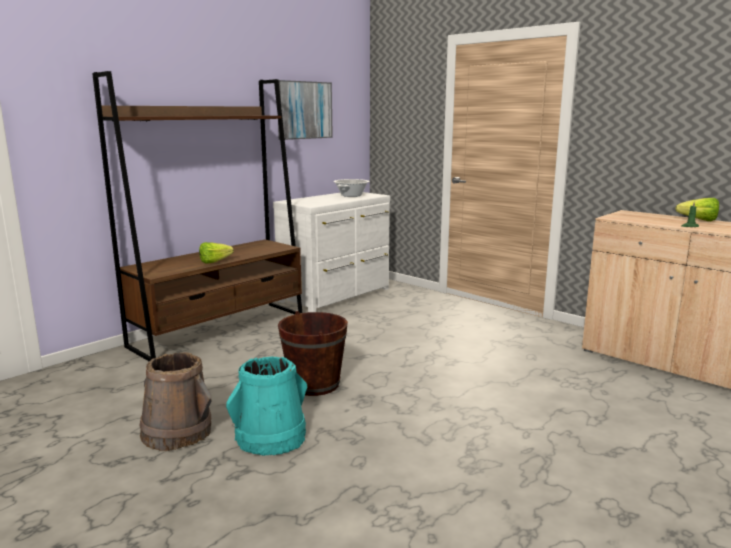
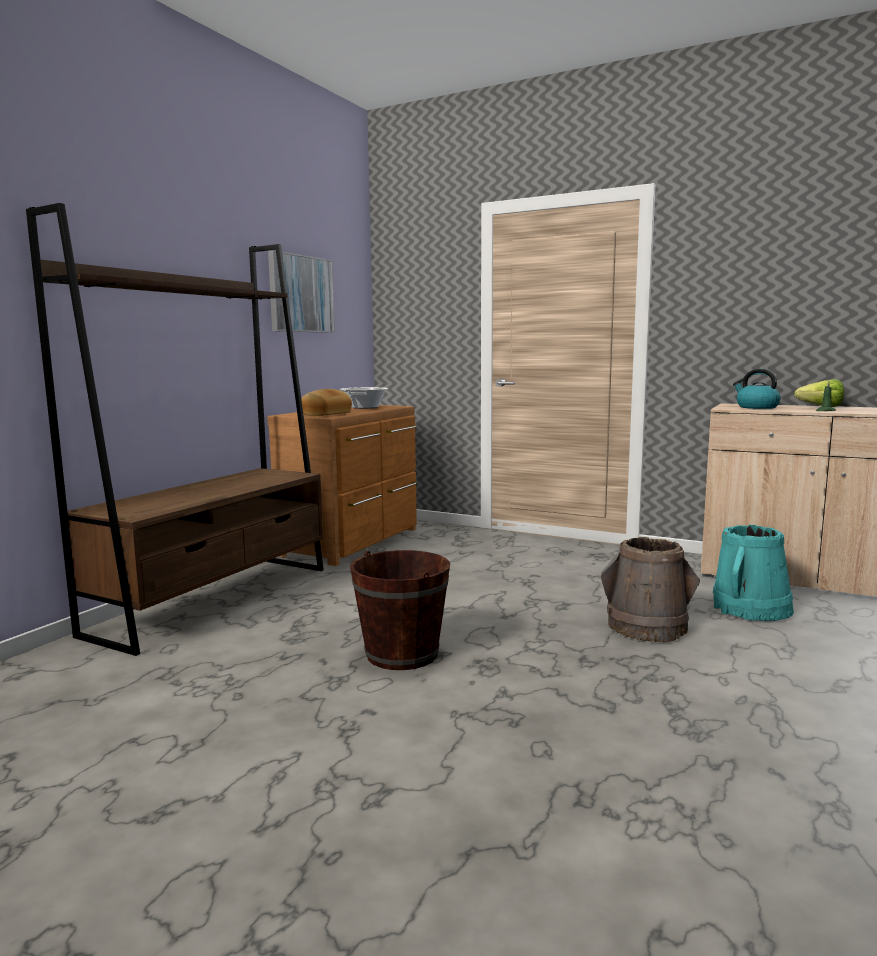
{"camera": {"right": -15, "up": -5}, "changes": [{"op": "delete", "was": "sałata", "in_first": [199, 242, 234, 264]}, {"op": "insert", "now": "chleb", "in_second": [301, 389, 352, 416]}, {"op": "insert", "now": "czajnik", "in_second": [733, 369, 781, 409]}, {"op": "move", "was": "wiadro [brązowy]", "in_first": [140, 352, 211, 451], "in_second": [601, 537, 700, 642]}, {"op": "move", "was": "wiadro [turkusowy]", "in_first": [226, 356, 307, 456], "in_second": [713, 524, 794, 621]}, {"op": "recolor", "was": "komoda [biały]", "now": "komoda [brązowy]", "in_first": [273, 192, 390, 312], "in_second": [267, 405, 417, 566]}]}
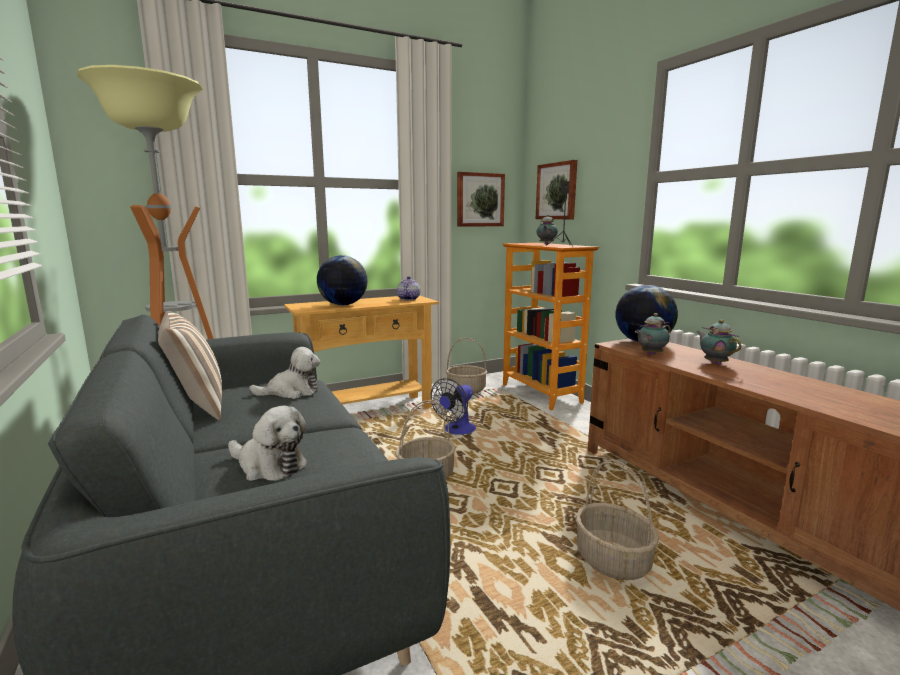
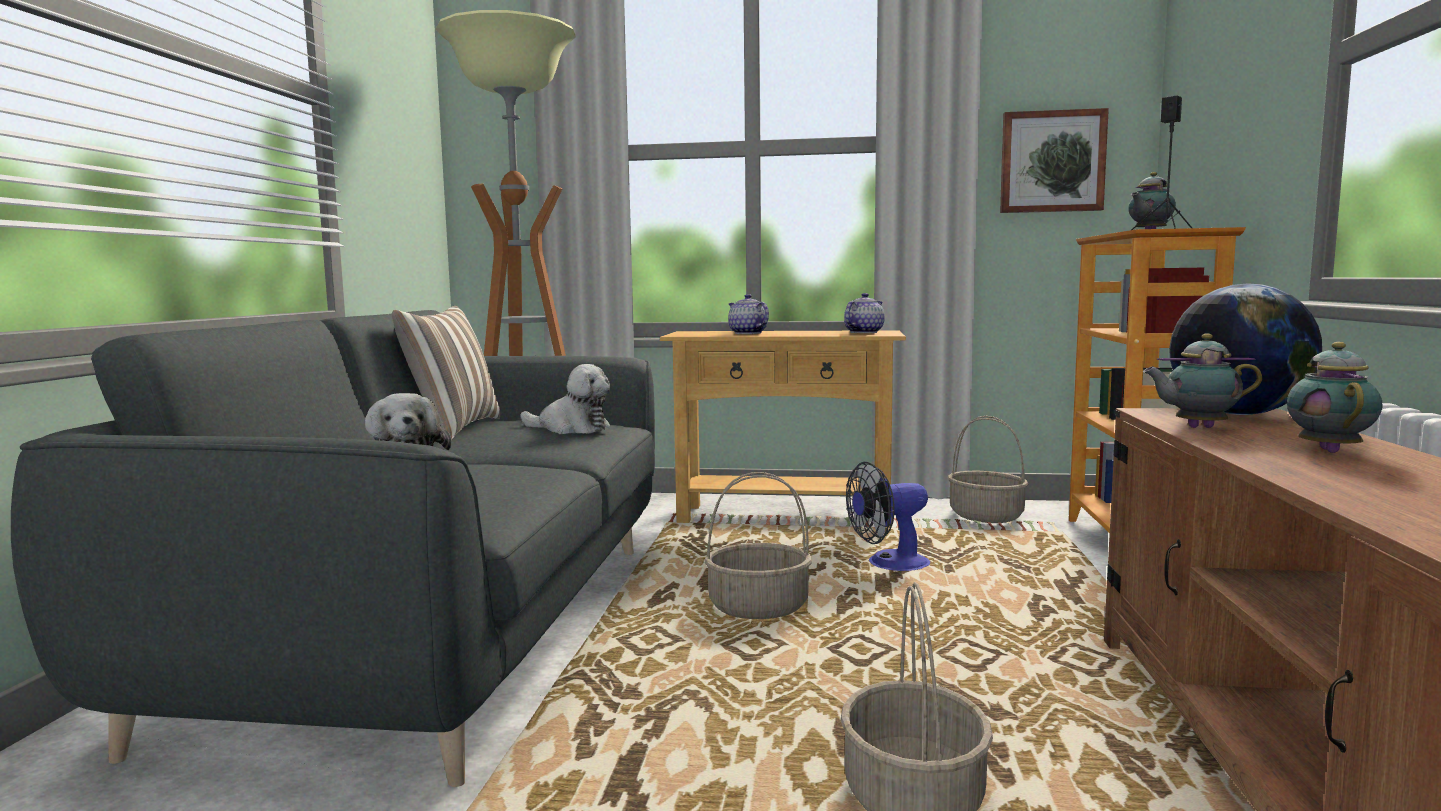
{"camera": {"right": 35, "up": -5}, "changes": [{"op": "delete", "was": "obraz", "in_first": [536, 160, 577, 219]}, {"op": "replace", "was": "globus", "now": "imbryk", "in_first": [317, 255, 368, 306], "in_second": [728, 294, 769, 334]}]}
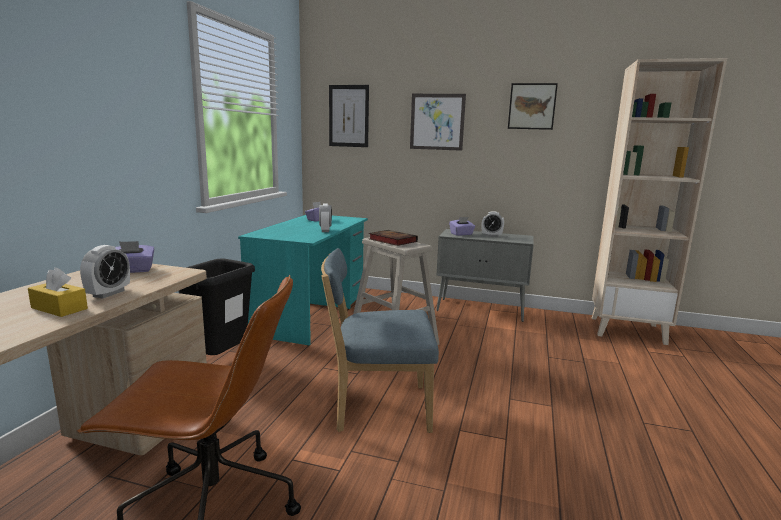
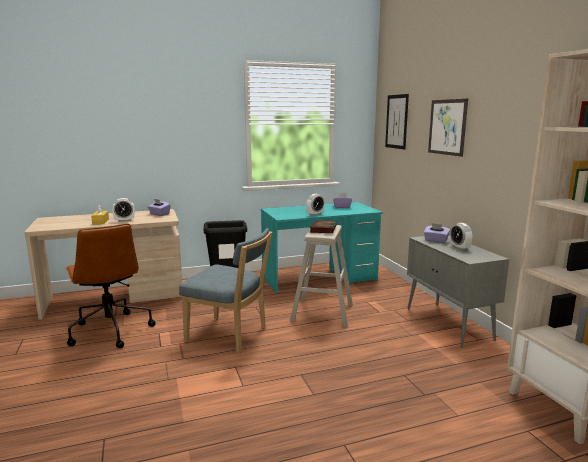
{"camera": {"right": 55, "up": 0}, "changes": [{"op": "delete", "was": "obraz", "in_first": [508, 83, 558, 130]}, {"op": "rotate", "was": "krzesło [niebieski]", "in_first": [321, 248, 439, 433], "in_second": [179, 228, 272, 353], "clockwise": 150}]}
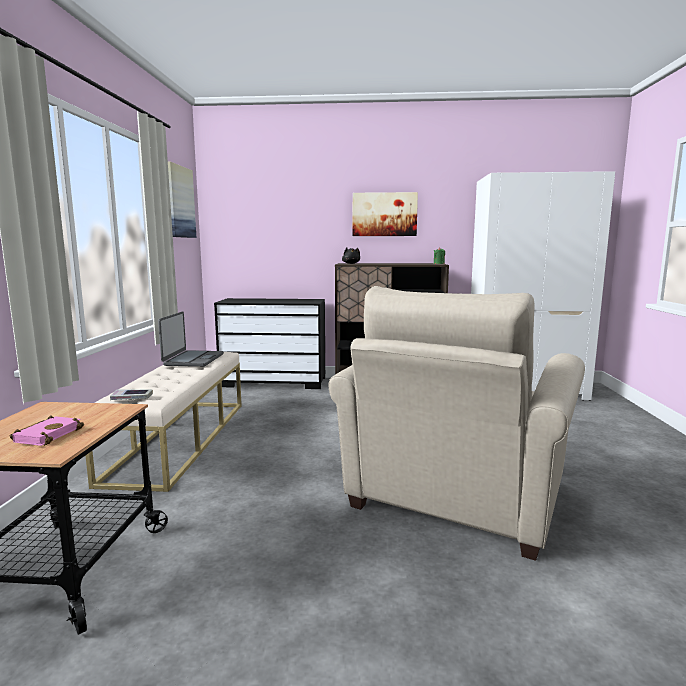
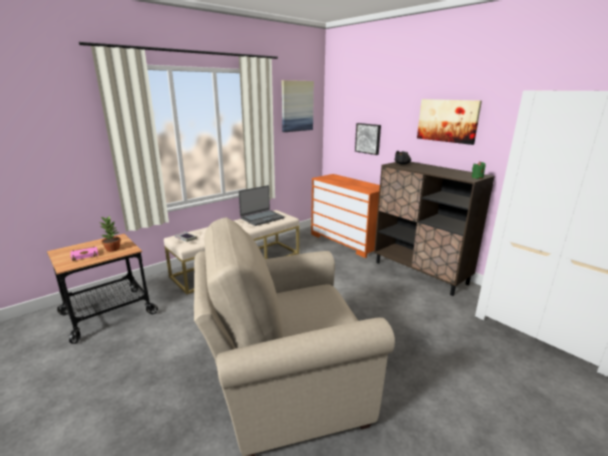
{"camera": {"right": 45, "up": 10}, "changes": [{"op": "insert", "now": "roślina doniczkowa", "in_second": [100, 216, 121, 252]}, {"op": "insert", "now": "obraz", "in_second": [355, 123, 381, 155]}, {"op": "recolor", "was": "komoda [czarny]", "now": "komoda [pomarańczowy]", "in_first": [214, 298, 325, 389], "in_second": [311, 174, 380, 258]}]}
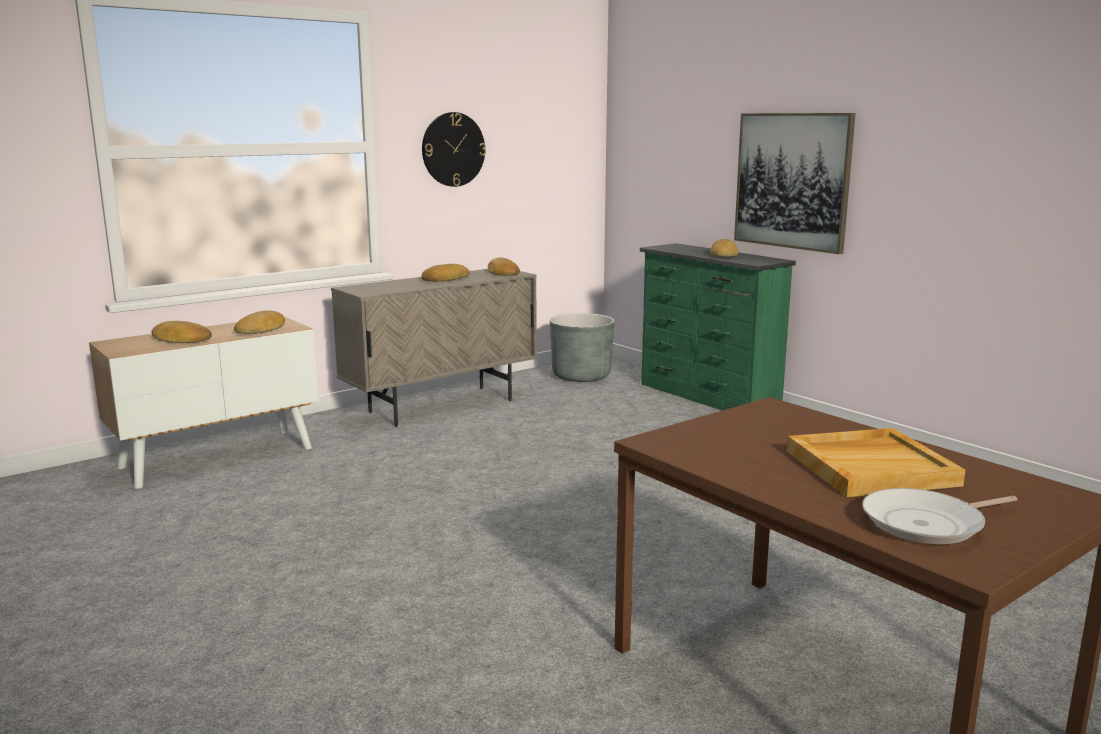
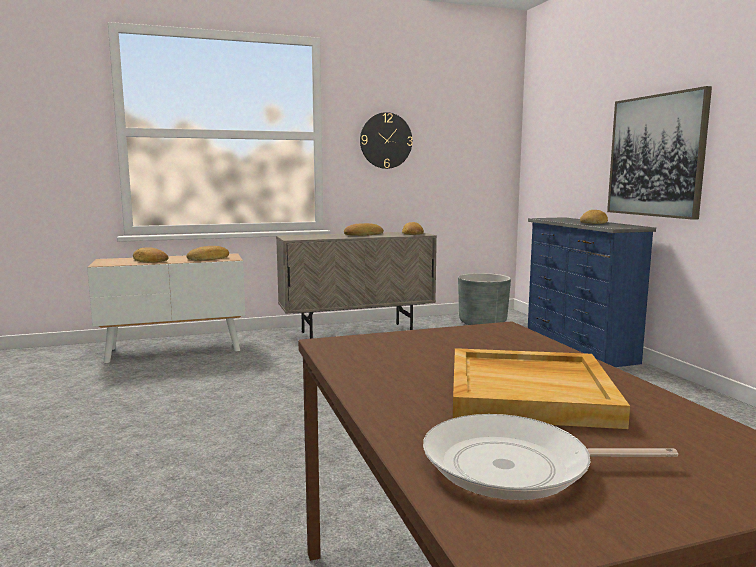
{"camera": {"right": 20, "up": -5}, "changes": [{"op": "recolor", "was": "komoda [zielony]", "now": "komoda [niebieski]", "in_first": [640, 243, 796, 410], "in_second": [528, 217, 656, 367]}]}
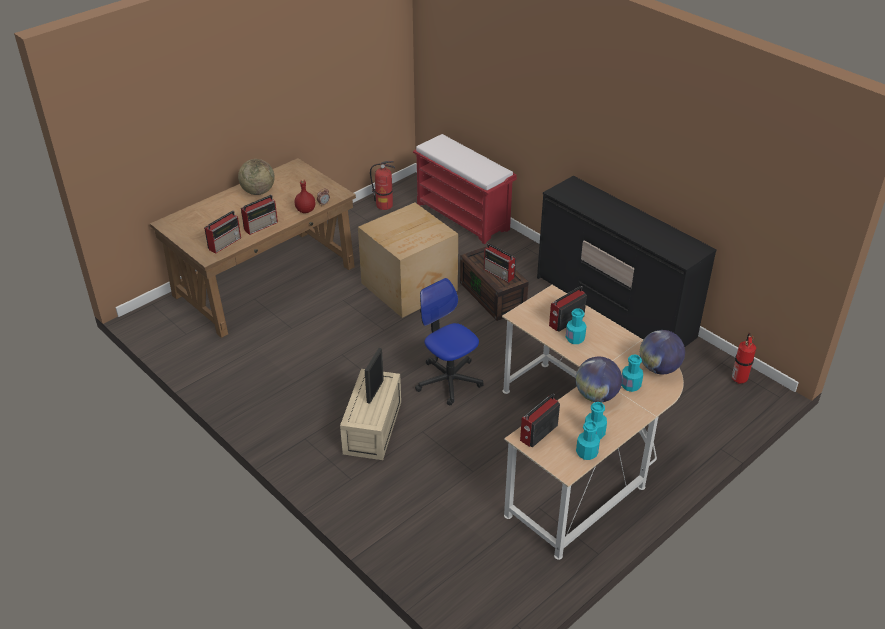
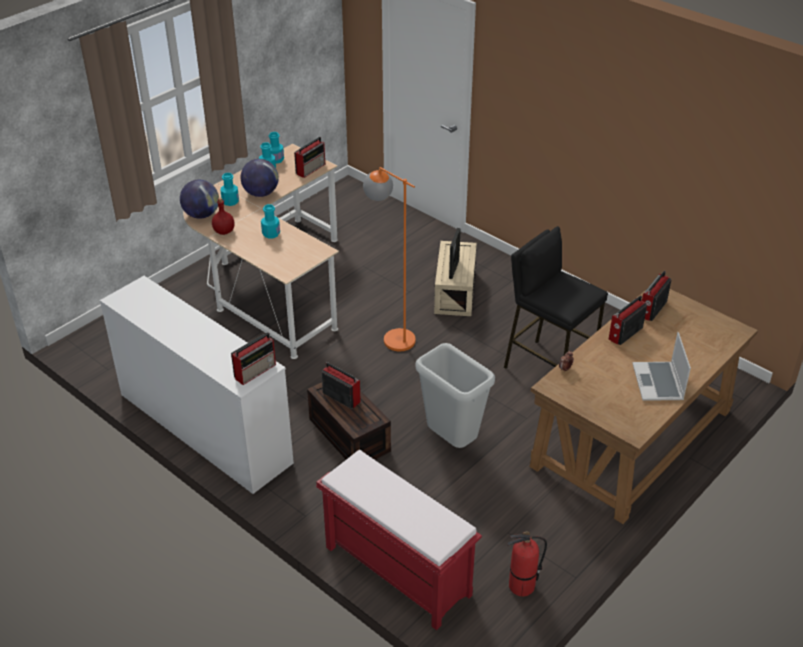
{"camera": {"right": 175, "up": 0}, "changes": [{"op": "delete", "was": "gaśnica", "in_first": [732, 333, 756, 384]}, {"op": "insert", "now": "stołek [czarny]", "in_second": [504, 226, 608, 368]}, {"op": "move", "was": "butelka [czerwony]", "in_first": [295, 179, 315, 213], "in_second": [212, 198, 235, 235]}, {"op": "move", "was": "radio", "in_first": [549, 286, 587, 332], "in_second": [231, 332, 276, 385]}, {"op": "replace", "was": "globus", "now": "laptop", "in_first": [238, 159, 275, 195], "in_second": [632, 332, 691, 401]}, {"op": "replace", "was": "karton", "now": "kosz na śmieci [szary]", "in_first": [358, 203, 458, 318], "in_second": [415, 343, 495, 448]}, {"op": "replace", "was": "krzesło biurowe", "now": "lampa stojąca [pomarańczowy]", "in_first": [415, 278, 484, 405], "in_second": [363, 167, 416, 351]}, {"op": "recolor", "was": "komoda [czarny]", "now": "komoda [biały]", "in_first": [537, 176, 717, 347], "in_second": [100, 276, 294, 494]}]}
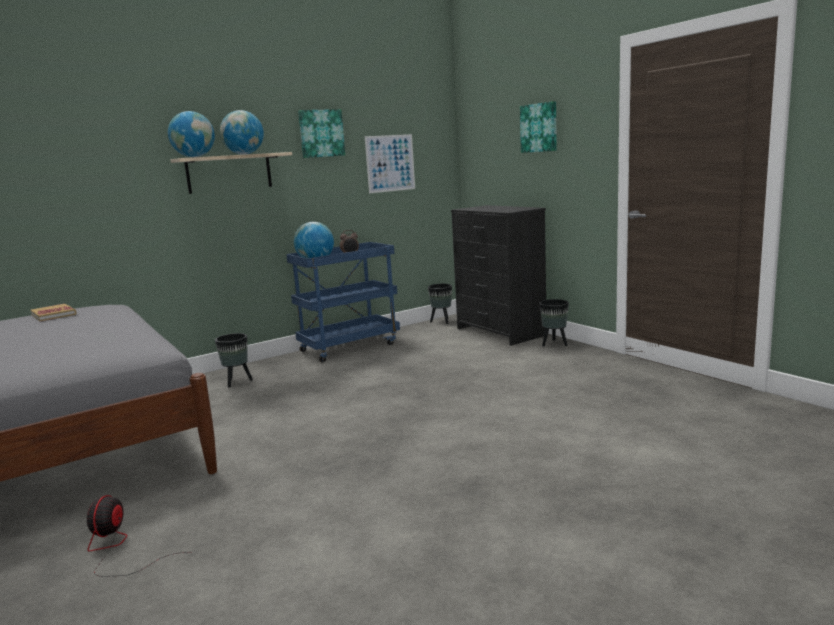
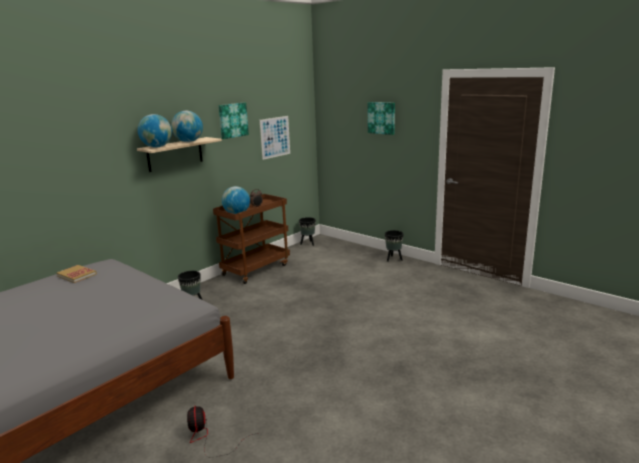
{"camera": {"right": -15, "up": 5}, "changes": [{"op": "delete", "was": "komoda [czarny]", "in_first": [451, 205, 546, 346]}, {"op": "recolor", "was": "wózek [niebieski]", "now": "wózek [brązowy]", "in_first": [286, 242, 400, 363], "in_second": [213, 194, 290, 284]}]}
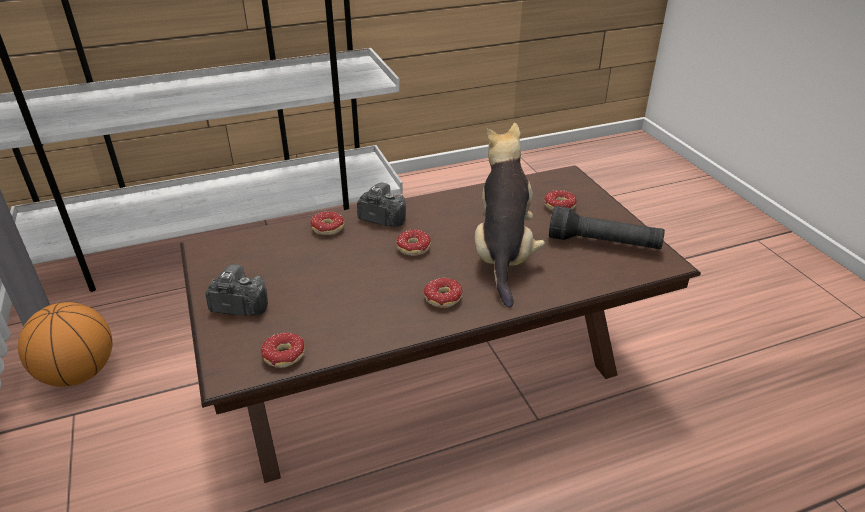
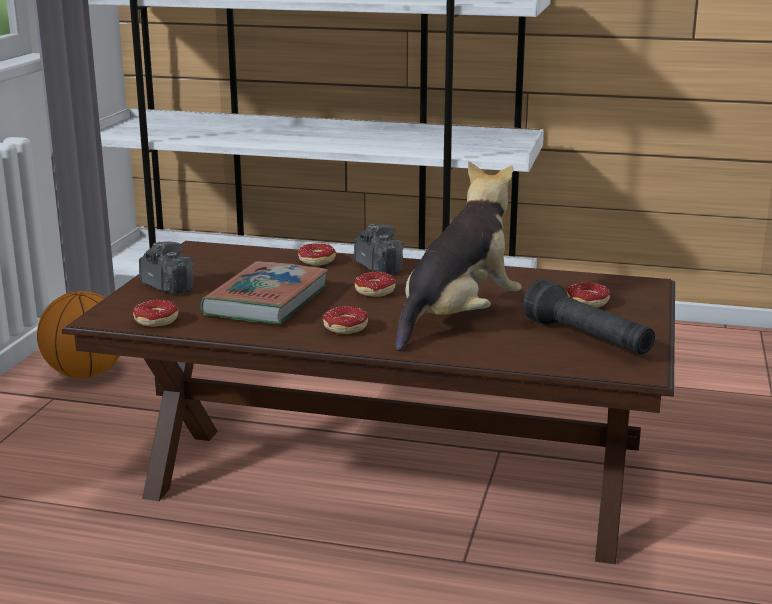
{"camera": {"right": 35, "up": -15}, "changes": [{"op": "insert", "now": "książka", "in_second": [200, 261, 329, 325]}]}
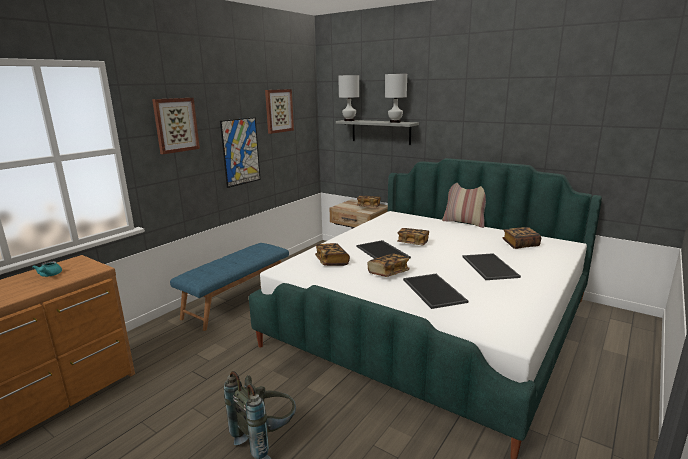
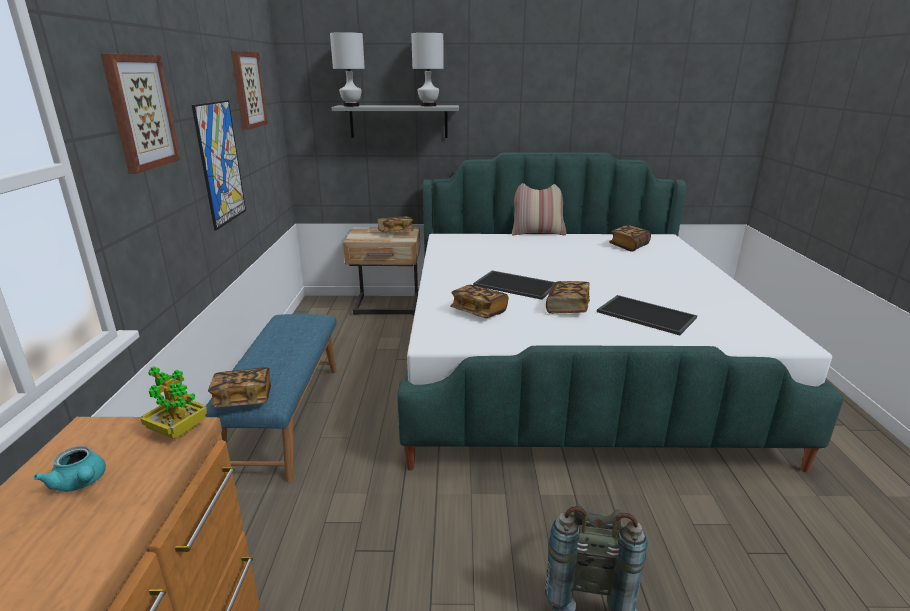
{"camera": {"right": -35, "up": 5}, "changes": [{"op": "delete", "was": "taca", "in_first": [463, 253, 521, 280]}, {"op": "insert", "now": "roślina doniczkowa", "in_second": [141, 366, 207, 439]}, {"op": "move", "was": "książka", "in_first": [397, 228, 429, 245], "in_second": [208, 368, 271, 407]}]}
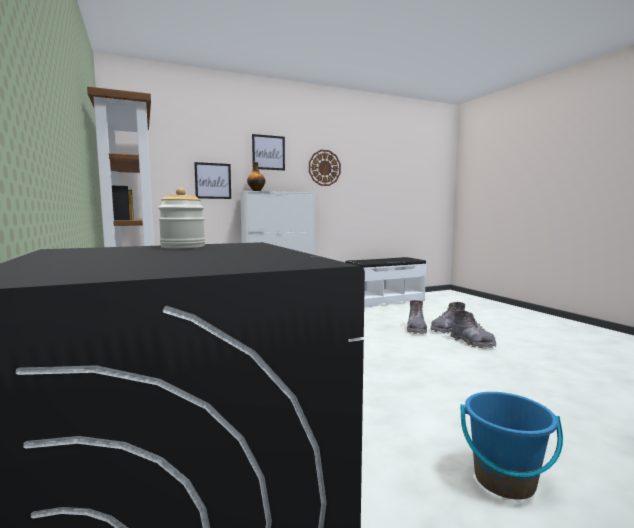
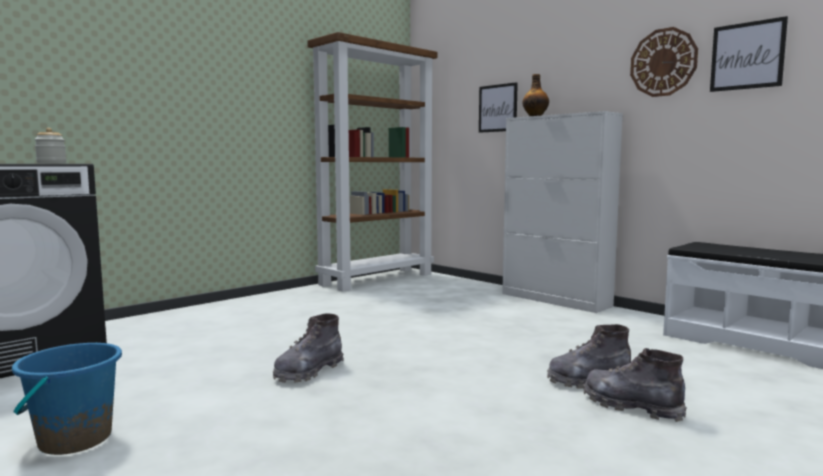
{"camera": {"right": 70, "up": 0}, "changes": [{"op": "move", "was": "obraz", "in_first": [252, 134, 285, 170], "in_second": [710, 16, 788, 92]}, {"op": "move", "was": "but z cholewką [szary]", "in_first": [450, 310, 497, 348], "in_second": [273, 313, 344, 383]}]}
